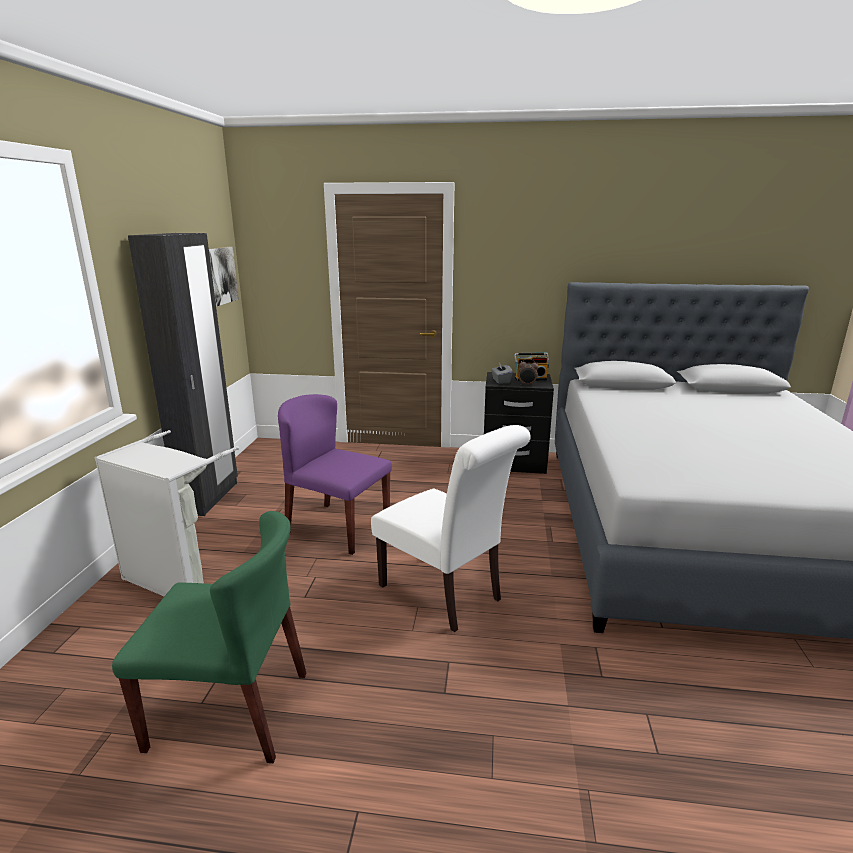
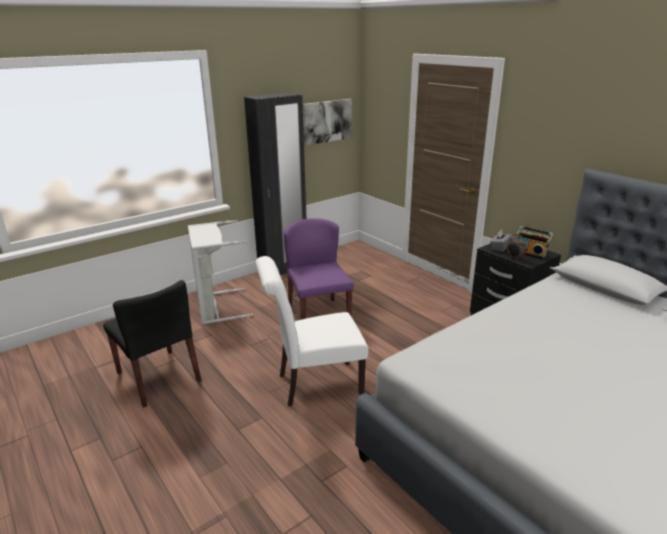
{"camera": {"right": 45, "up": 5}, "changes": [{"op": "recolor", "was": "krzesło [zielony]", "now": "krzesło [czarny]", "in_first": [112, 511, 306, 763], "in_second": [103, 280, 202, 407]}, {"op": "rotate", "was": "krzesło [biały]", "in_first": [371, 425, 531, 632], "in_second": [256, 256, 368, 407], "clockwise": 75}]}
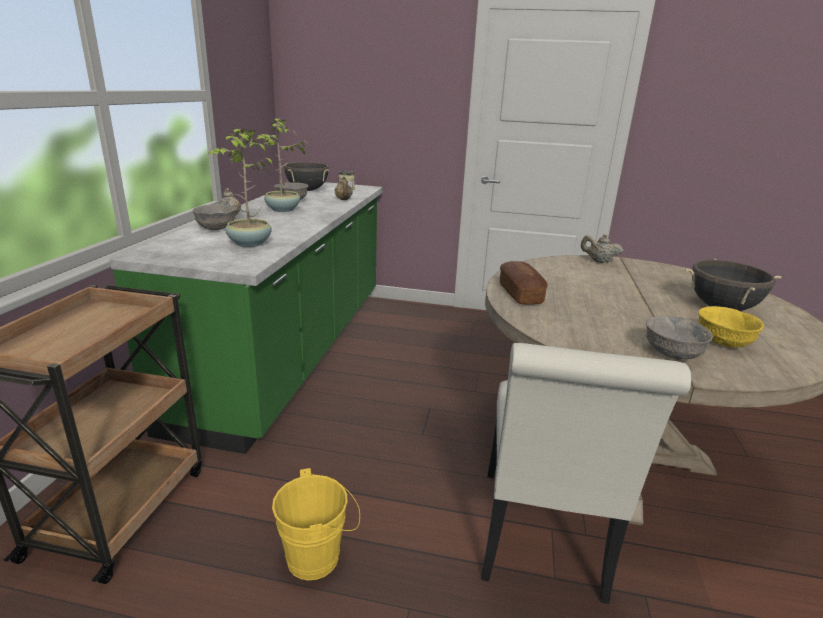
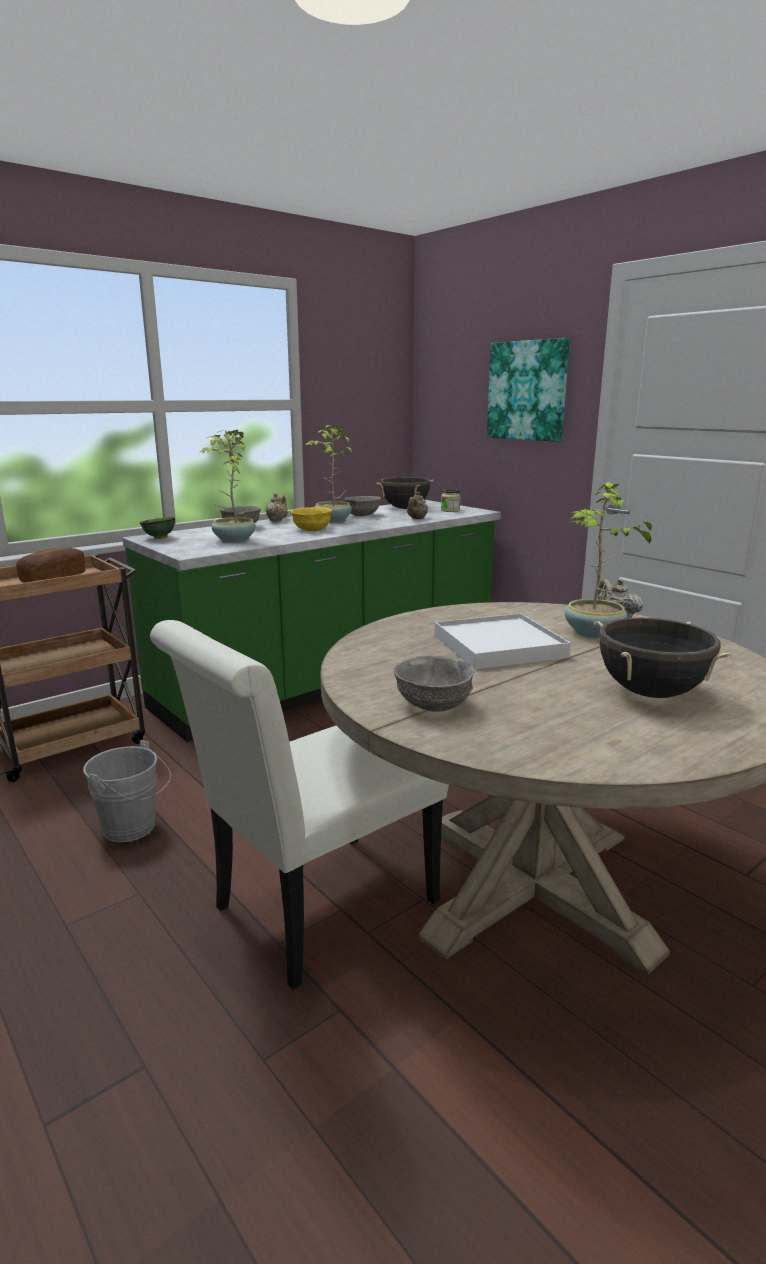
{"camera": {"right": 40, "up": -5}, "changes": [{"op": "insert", "now": "miska [zielony]", "in_second": [139, 517, 175, 539]}, {"op": "insert", "now": "taca [biały]", "in_second": [435, 613, 571, 669]}, {"op": "insert", "now": "obraz", "in_second": [487, 338, 570, 442]}, {"op": "insert", "now": "roślina doniczkowa", "in_second": [565, 481, 660, 638]}, {"op": "move", "was": "chleb", "in_first": [500, 261, 548, 305], "in_second": [16, 548, 85, 583]}, {"op": "move", "was": "miska [żółty]", "in_first": [699, 306, 764, 348], "in_second": [291, 507, 332, 531]}, {"op": "recolor", "was": "wiadro [żółty]", "now": "wiadro [szary]", "in_first": [272, 468, 360, 581], "in_second": [83, 740, 171, 842]}]}
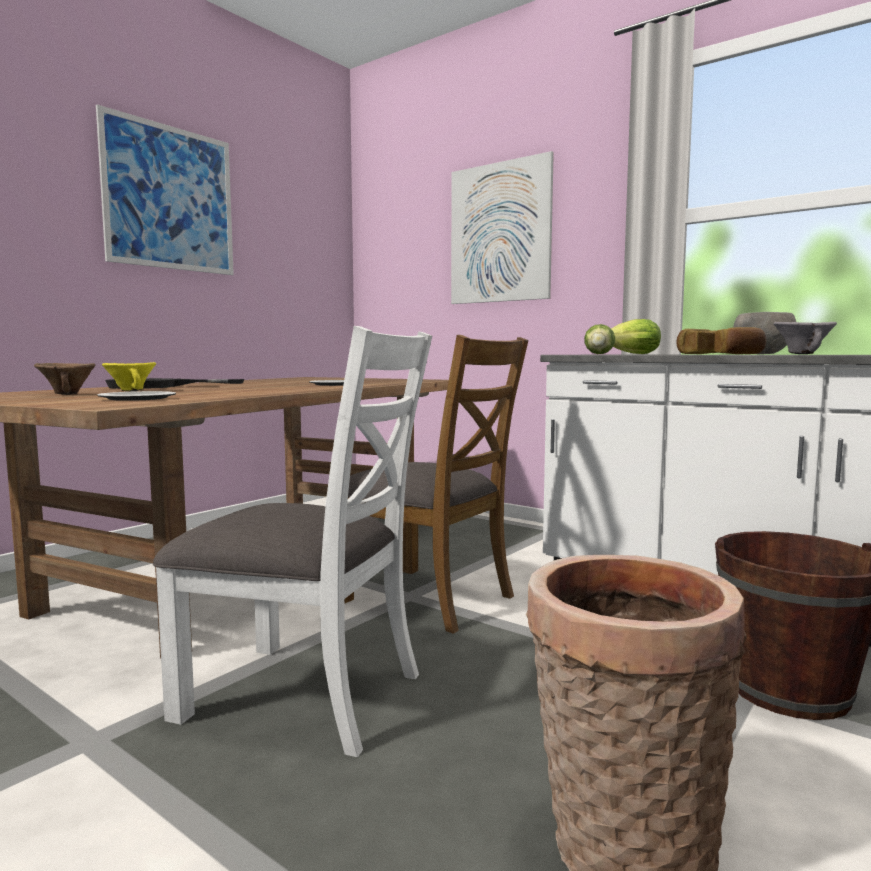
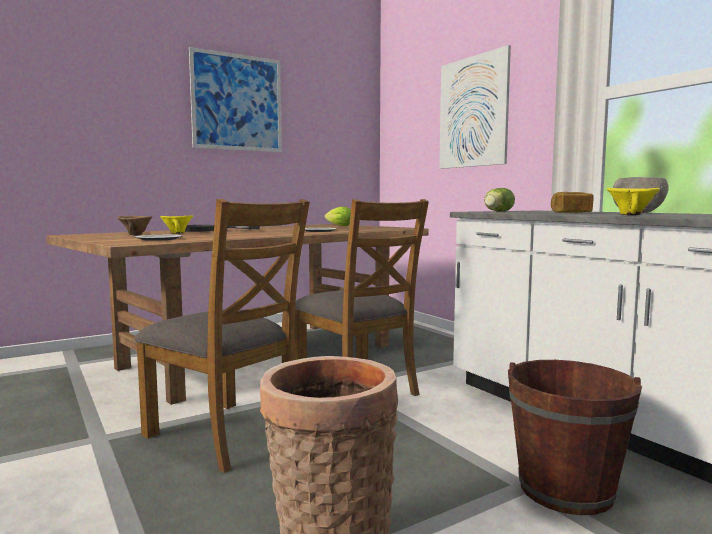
{"camera": {"right": 20, "up": 0}, "changes": [{"op": "delete", "was": "chleb", "in_first": [714, 327, 766, 354]}, {"op": "move", "was": "sałata", "in_first": [611, 319, 661, 354], "in_second": [325, 207, 351, 226]}, {"op": "recolor", "was": "krzesło [biały]", "now": "krzesło [brązowy]", "in_first": [153, 326, 432, 757], "in_second": [135, 199, 310, 473]}, {"op": "recolor", "was": "miska [szary]", "now": "miska [żółty]", "in_first": [773, 322, 837, 354], "in_second": [607, 188, 660, 215]}]}
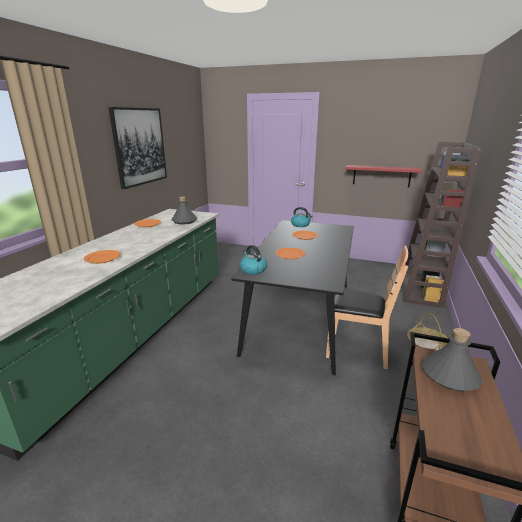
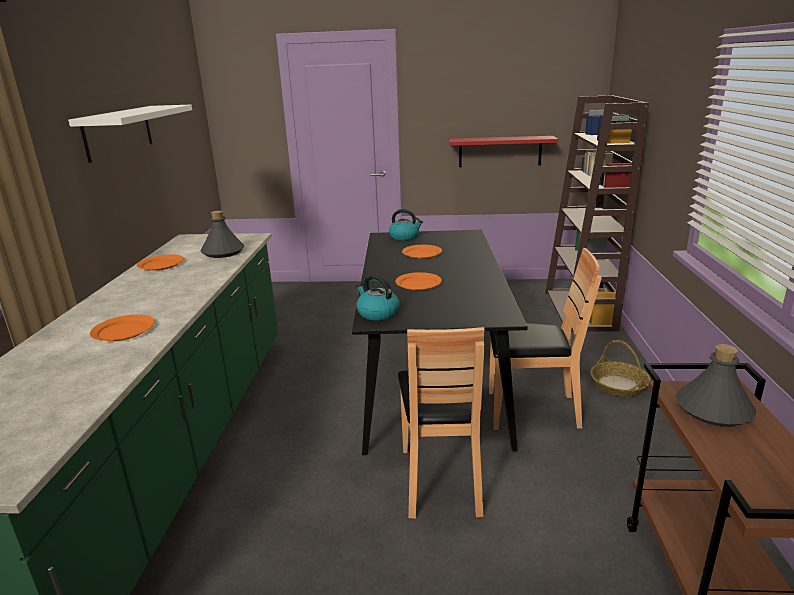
{"camera": {"right": -15, "up": 0}, "changes": [{"op": "insert", "now": "krzesło [brązowy]", "in_second": [398, 327, 485, 519]}, {"op": "replace", "was": "obraz", "now": "półka [biały]", "in_first": [108, 107, 167, 189], "in_second": [68, 105, 192, 163]}]}
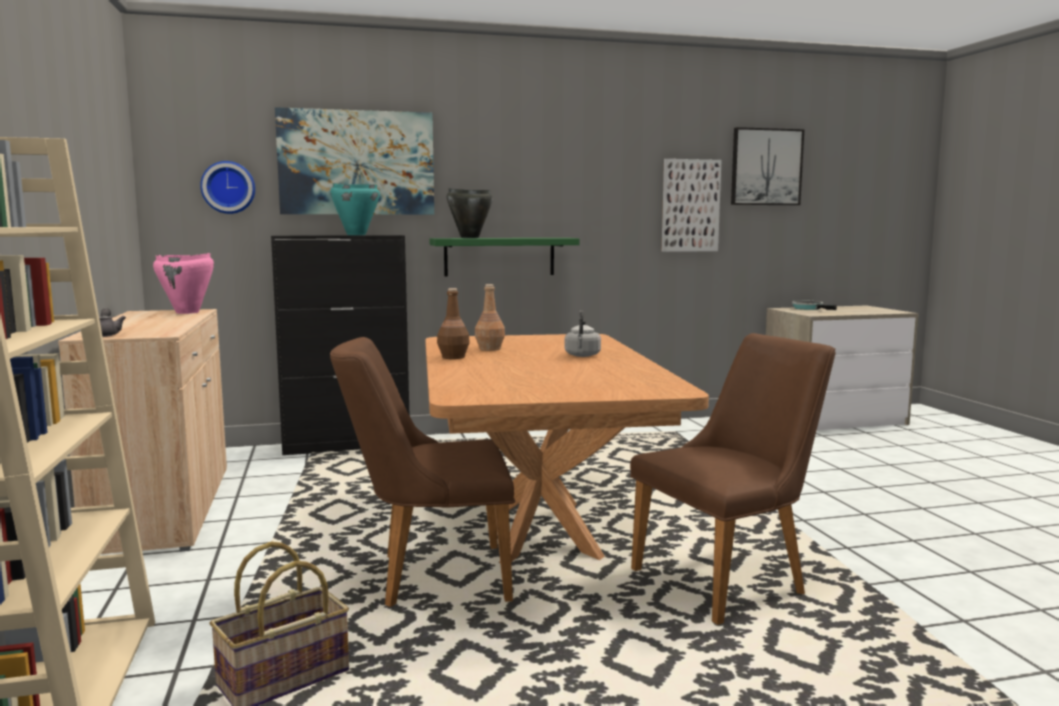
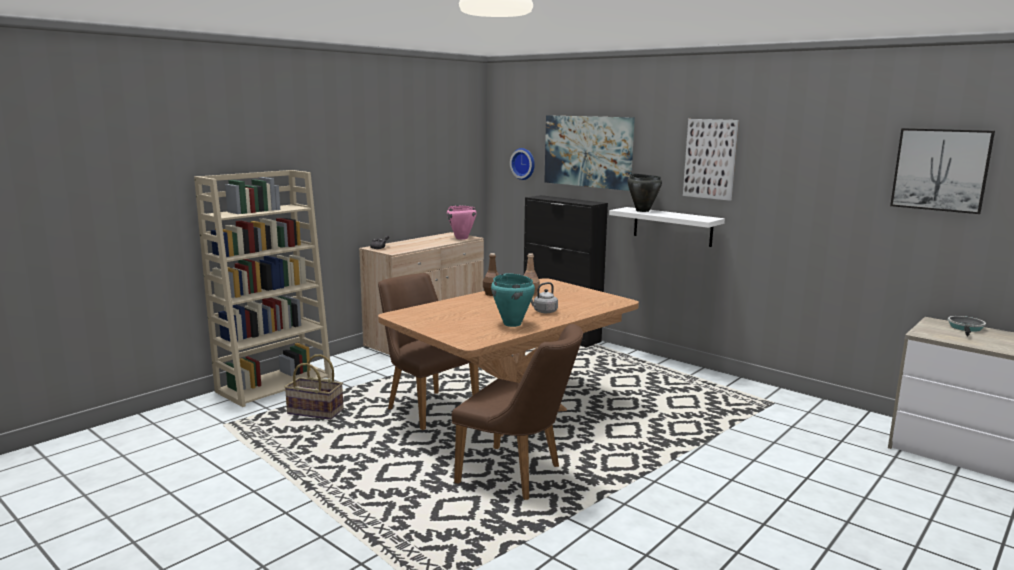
{"camera": {"right": 55, "up": 5}, "changes": [{"op": "move", "was": "garnek [turkusowy]", "in_first": [331, 183, 380, 235], "in_second": [491, 273, 535, 327]}, {"op": "move", "was": "obraz", "in_first": [662, 159, 721, 252], "in_second": [683, 119, 739, 201]}, {"op": "recolor", "was": "półka [zielony]", "now": "półka [biały]", "in_first": [429, 238, 580, 277], "in_second": [609, 207, 725, 247]}]}
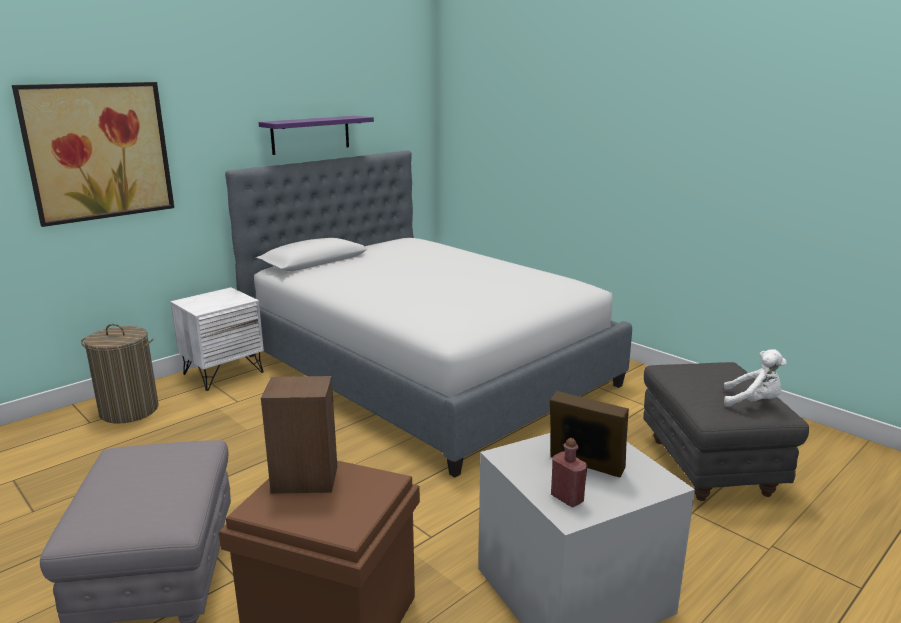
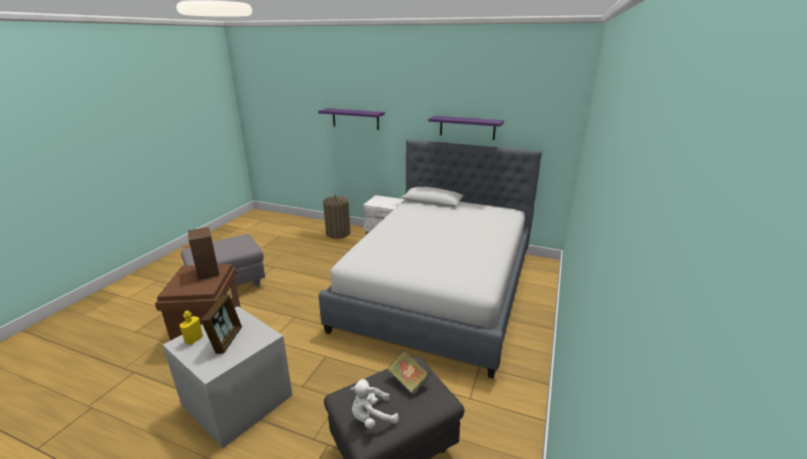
{"camera": {"right": 65, "up": 5}, "changes": [{"op": "insert", "now": "książka", "in_second": [387, 350, 431, 395]}, {"op": "replace", "was": "obraz", "now": "półka [fioletowy]", "in_first": [12, 82, 174, 227], "in_second": [318, 108, 385, 130]}, {"op": "recolor", "was": "butelka [czerwony]", "now": "butelka [żółty]", "in_first": [551, 438, 588, 507], "in_second": [179, 311, 203, 345]}, {"op": "rotate", "was": "pluszak [biały]", "in_first": [724, 349, 787, 407], "in_second": [351, 379, 399, 429], "clockwise": 75}]}
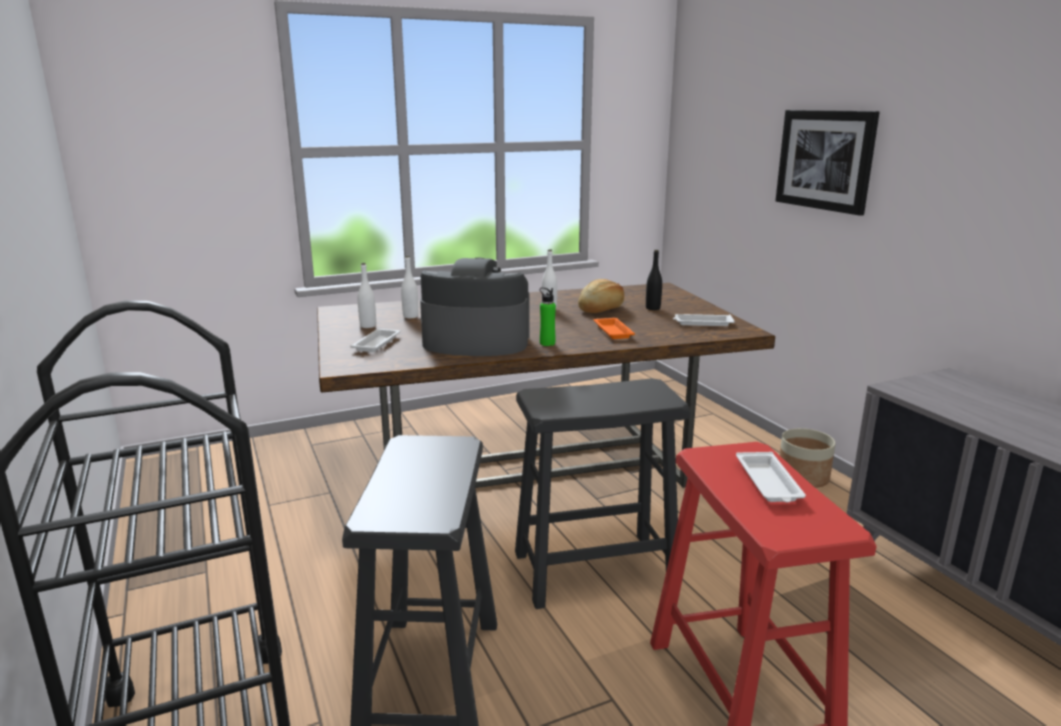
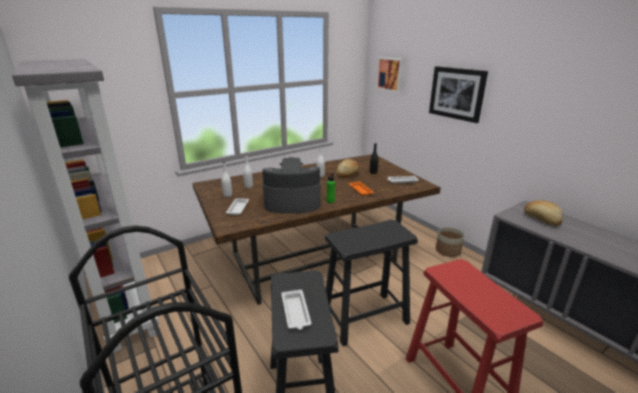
{"camera": {"right": -10, "up": 5}, "changes": [{"op": "insert", "now": "regał [szary]", "in_second": [12, 59, 159, 353]}, {"op": "insert", "now": "obraz", "in_second": [376, 57, 404, 92]}, {"op": "insert", "now": "chleb", "in_second": [524, 200, 563, 226]}, {"op": "move", "was": "taca [biały]", "in_first": [736, 452, 806, 502], "in_second": [281, 289, 311, 330]}]}
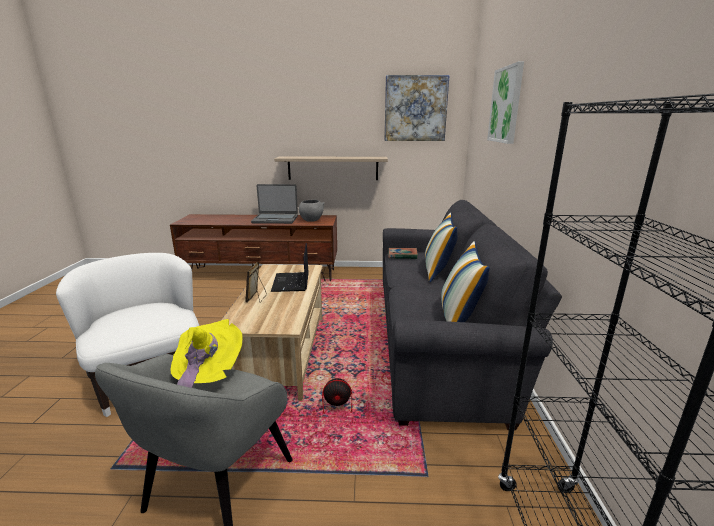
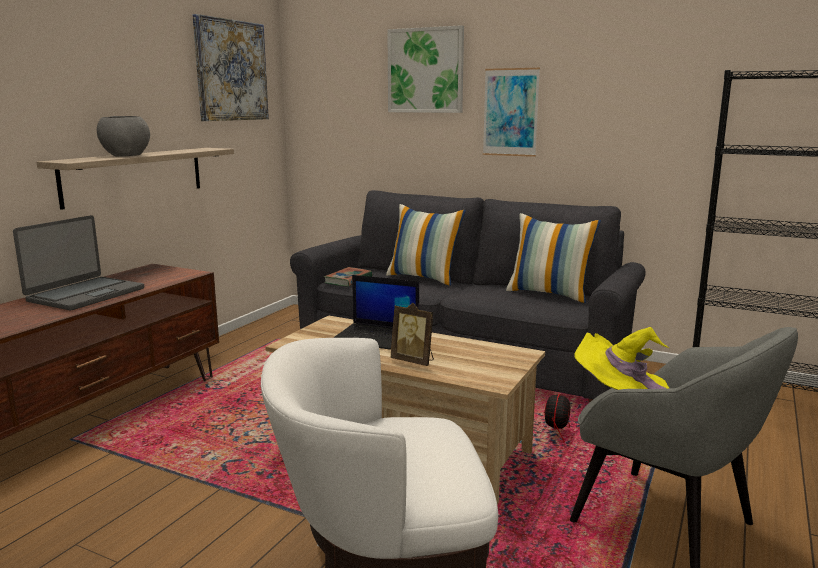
{"camera": {"right": -65, "up": -5}, "changes": [{"op": "insert", "now": "obraz", "in_second": [483, 68, 540, 157]}, {"op": "move", "was": "miska [szary]", "in_first": [299, 200, 325, 222], "in_second": [97, 116, 150, 157]}]}
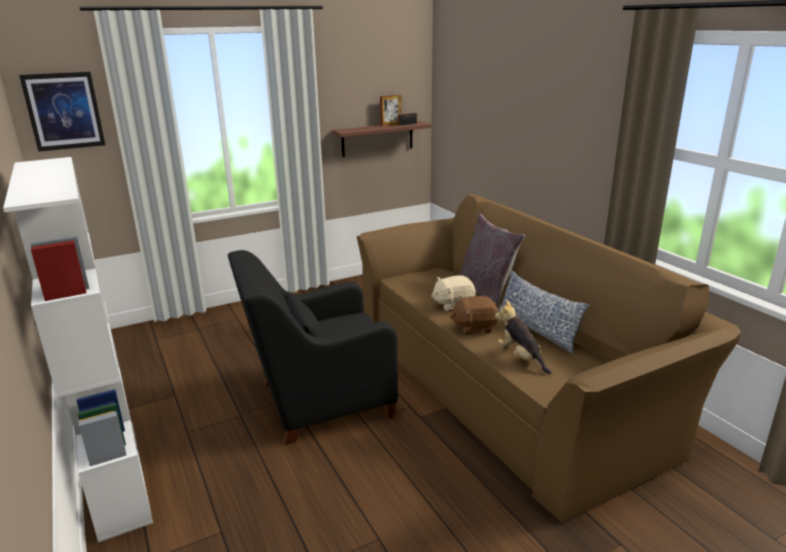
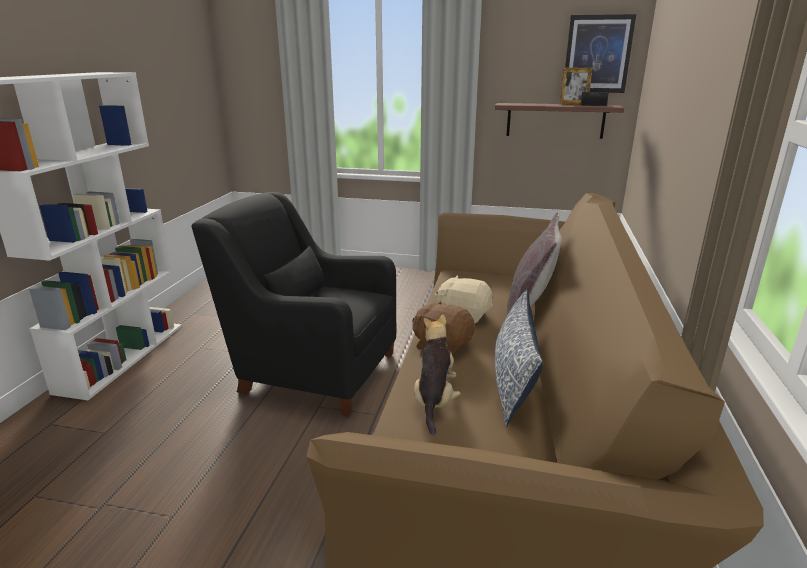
{"camera": {"right": 40, "up": 0}, "changes": [{"op": "move", "was": "obraz", "in_first": [19, 72, 105, 152], "in_second": [565, 14, 636, 93]}]}
